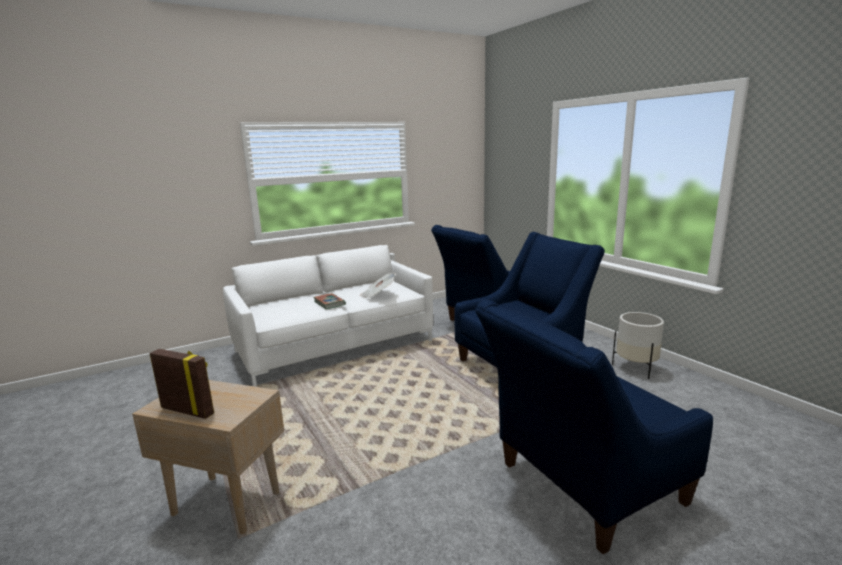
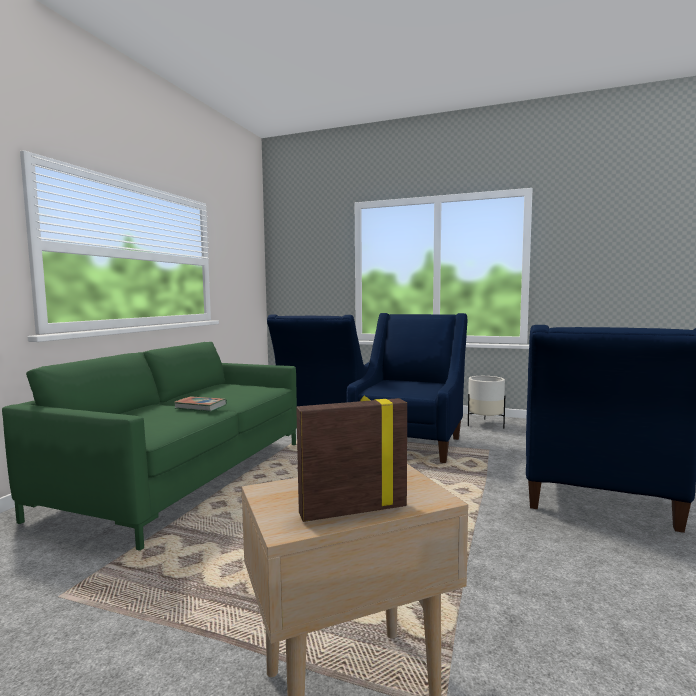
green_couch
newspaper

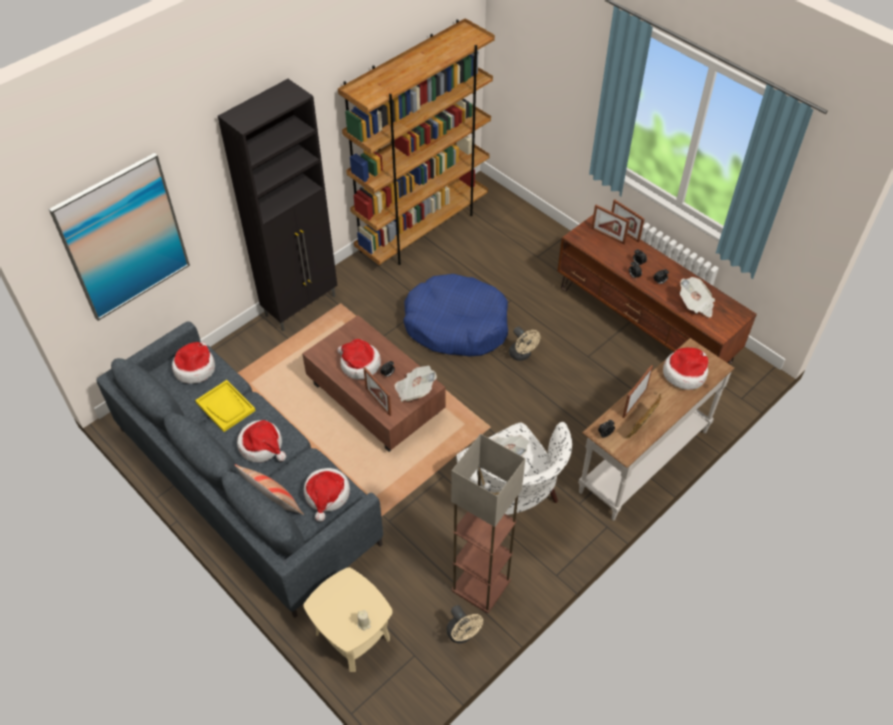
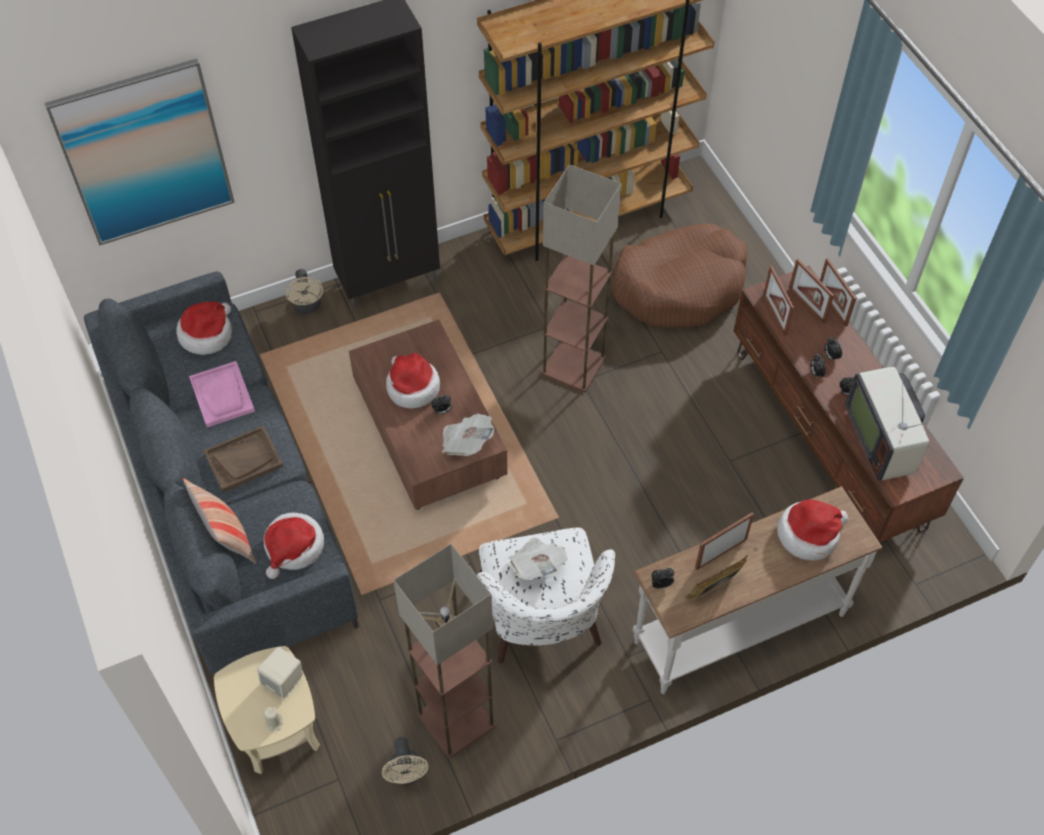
pink-coloured_carrying_tray
brownish_carrying_tray
picture_frame (3rd from left)
floor_lamp (2nd from left)
beige-coloured_cooling_fan (1st from left)
TV
beige-coloured_loudspeaker
brownish_dog_cushion

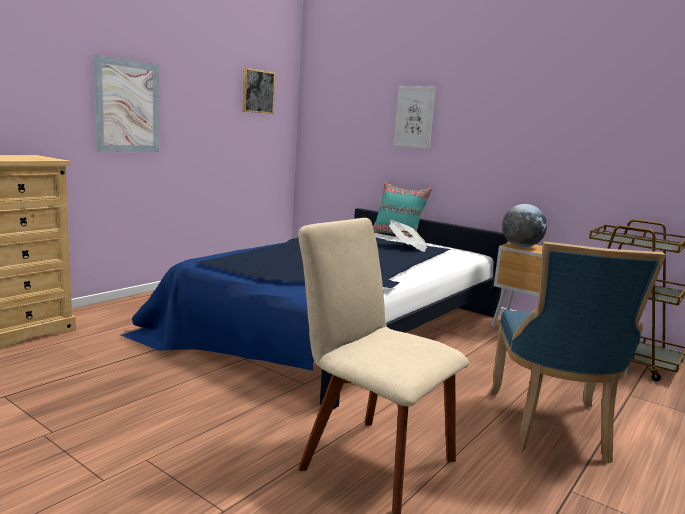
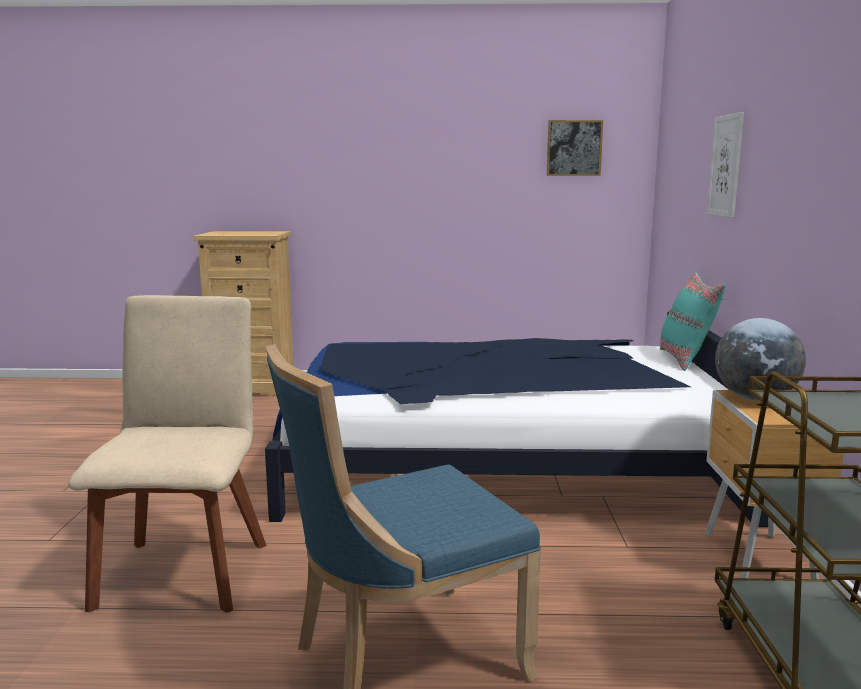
picture (1st from left in the first image)
newspaper

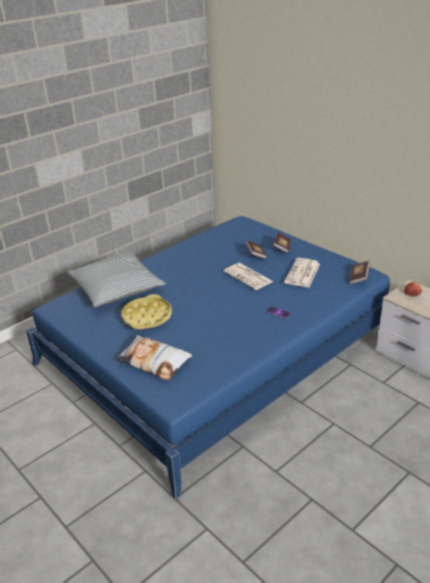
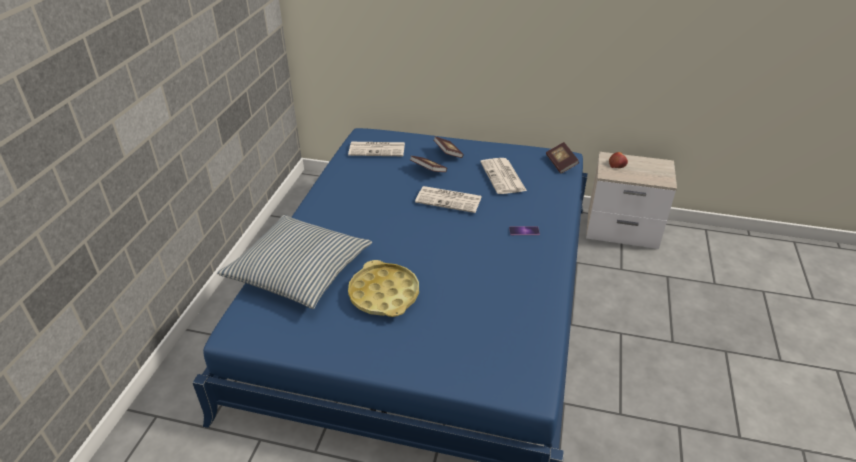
cushion (2nd from left in the first image)
newspaper (1st from left)

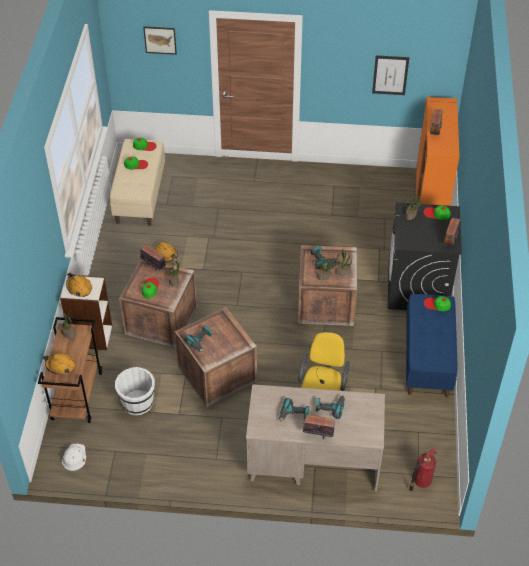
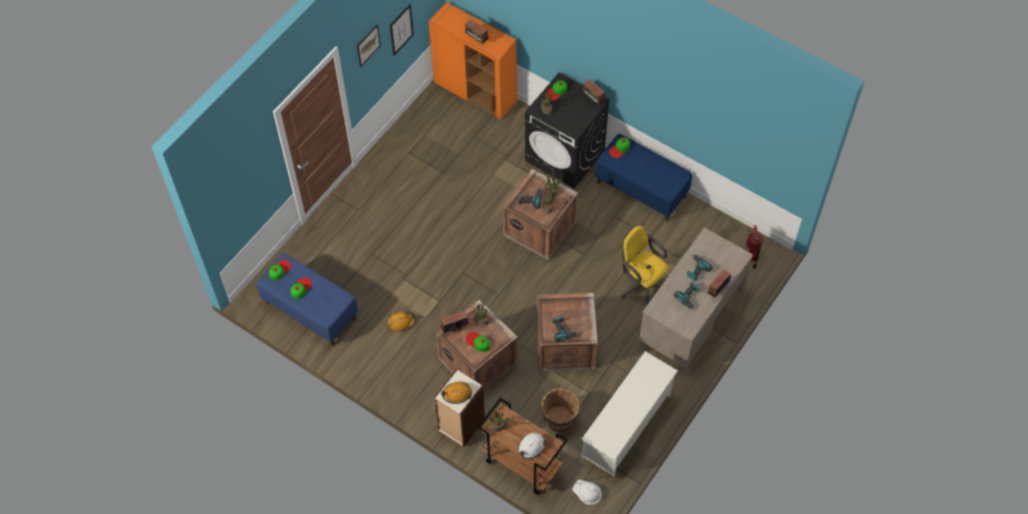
white_hard_hat (1st from left)
blue_bench (1st from left)
brownish_pail
picture (1st from left)
white_shoe_stand

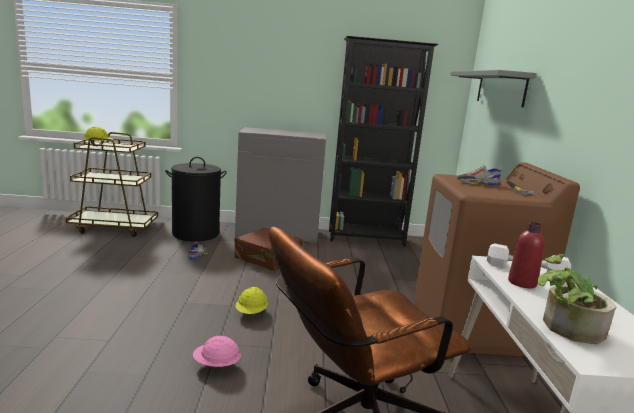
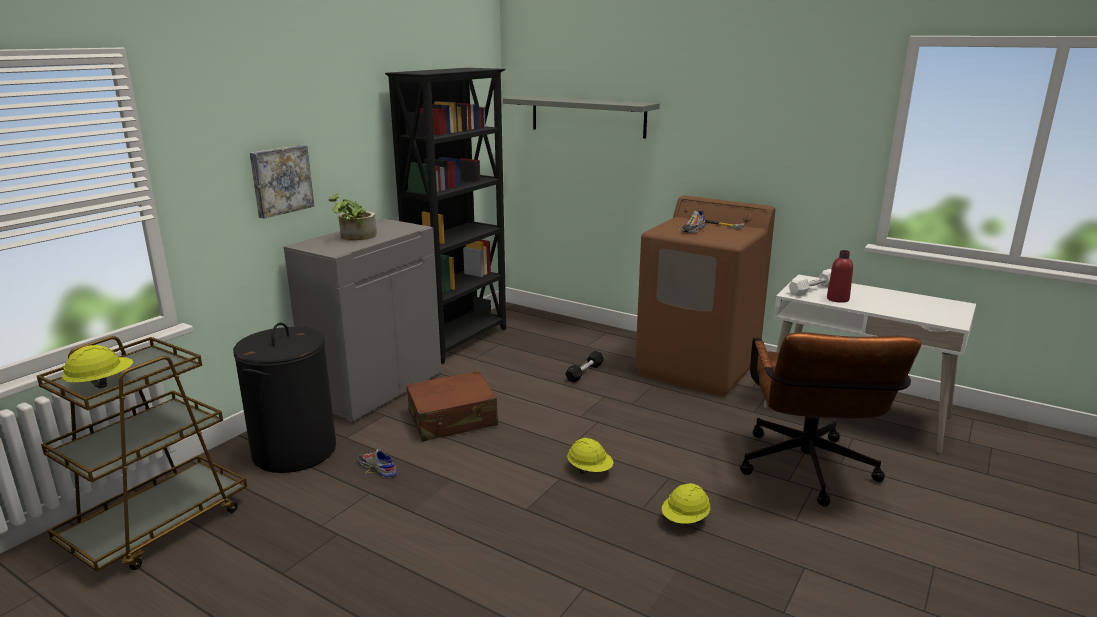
yellow-coloured_hard_hat (3rd from left)
houseplant
picture
blackish_free_weight

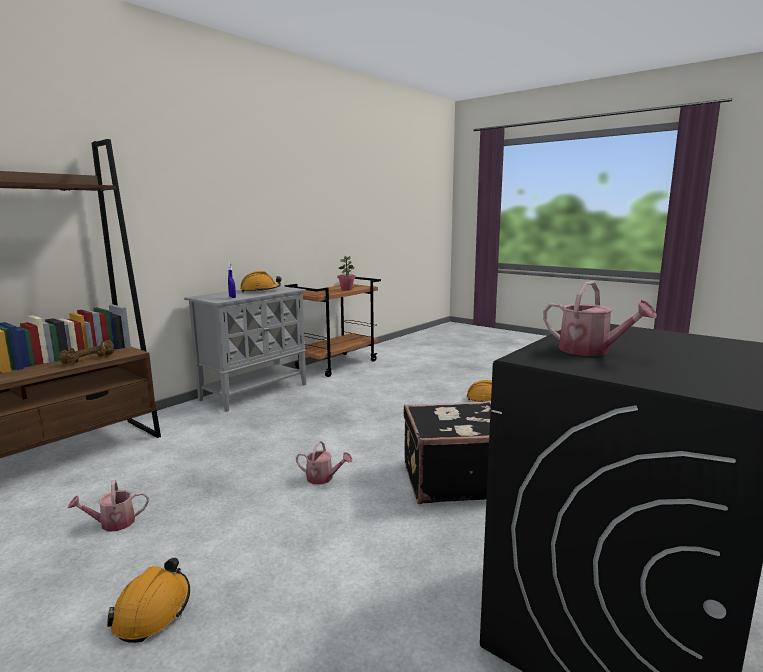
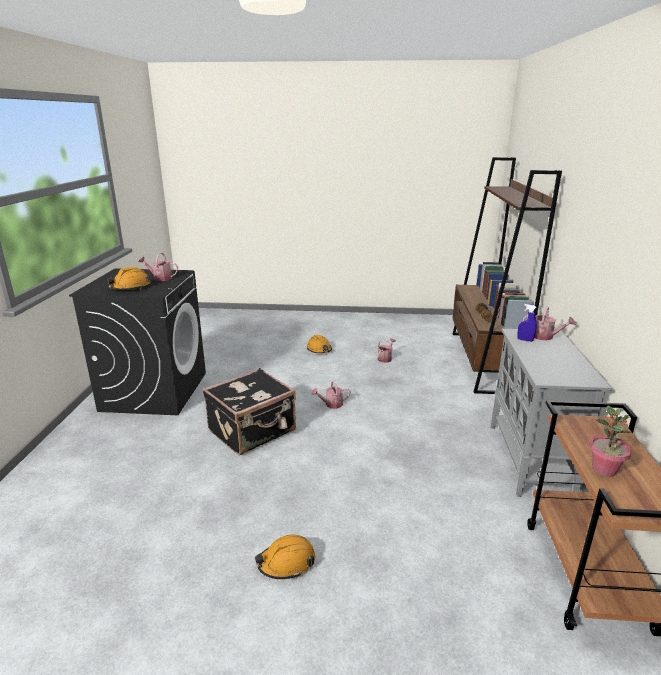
orange-coloured_hard_hat (1st from left)
watering_pot (4th from left)

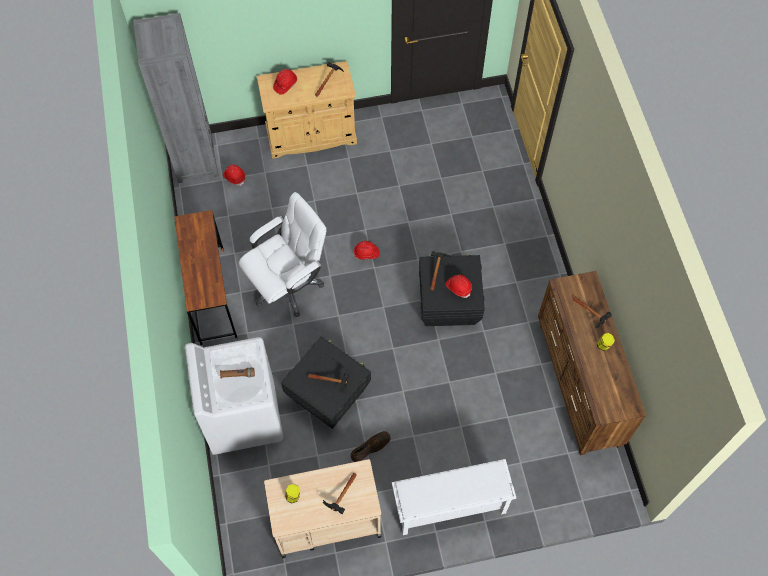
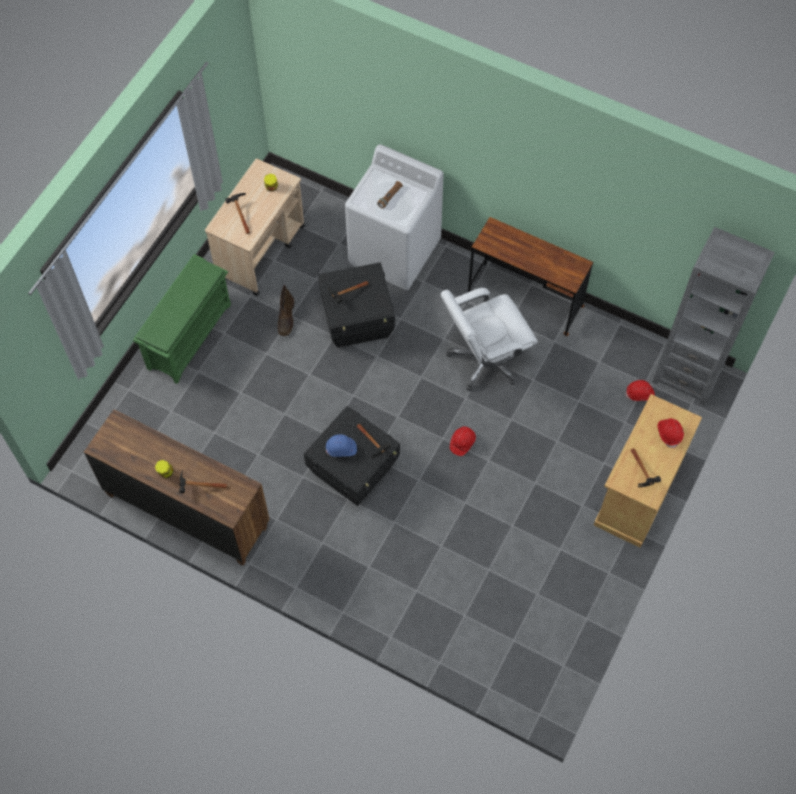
white_office_chair
green_shoe_stand
blue_hard_hat

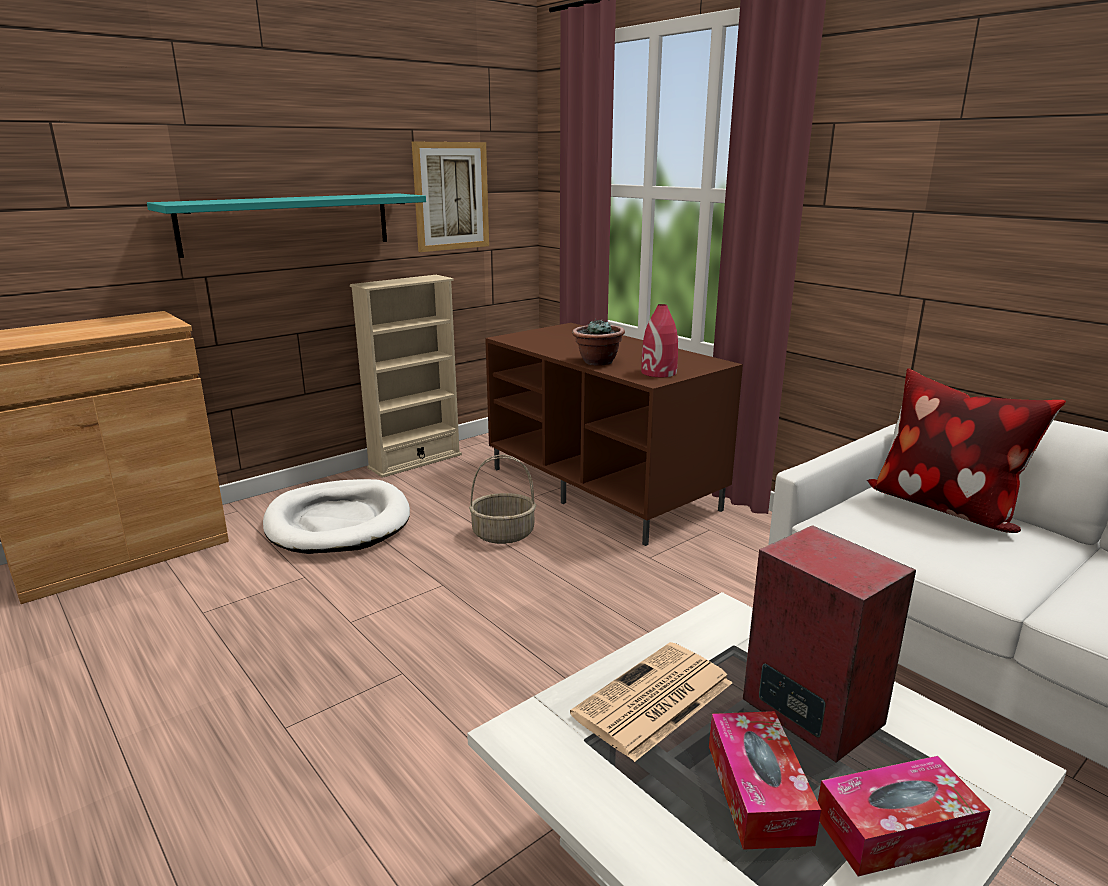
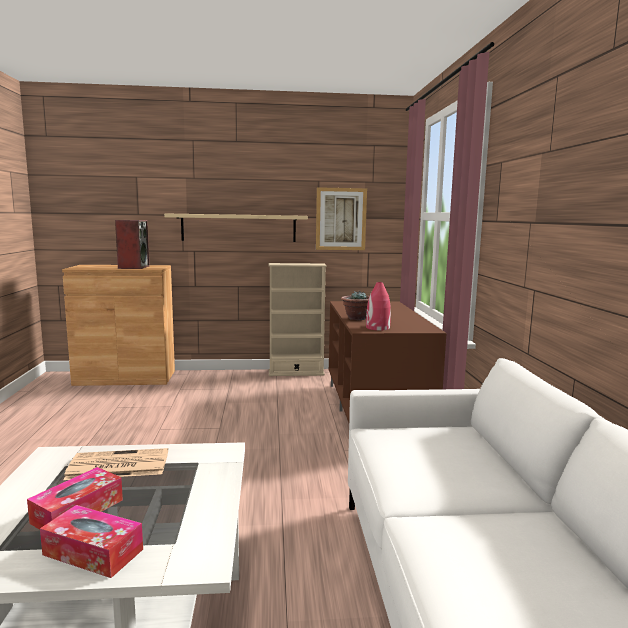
beige-coloured_shelf
white_dog_cushion
basket
loudspeaker
cushion

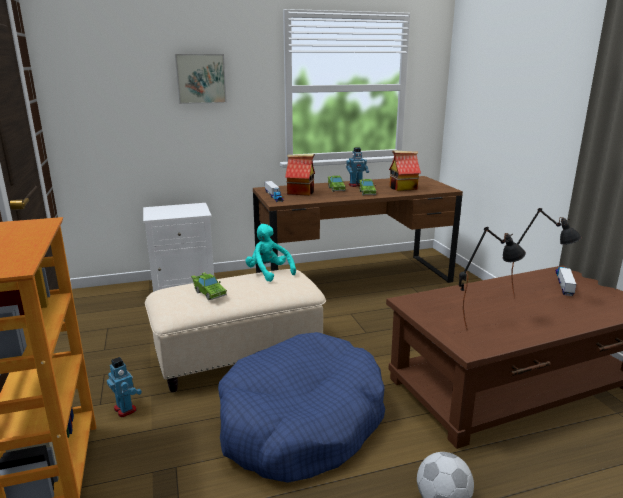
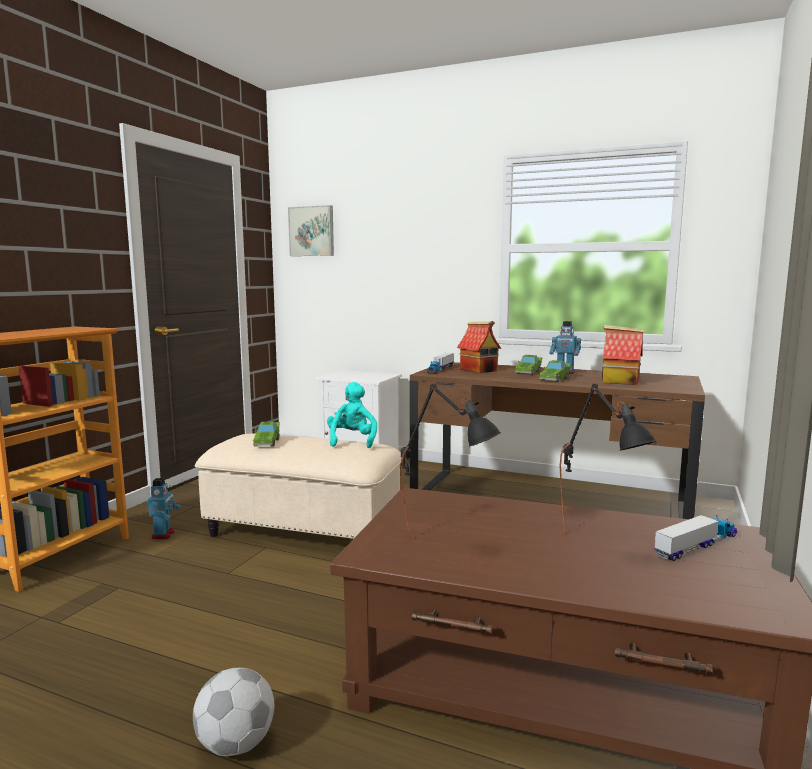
picture
blue_dog_cushion

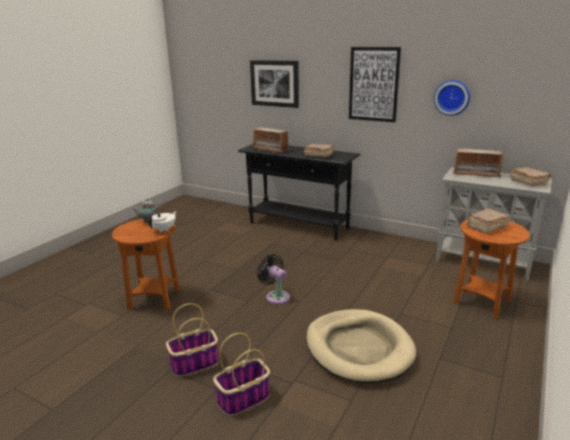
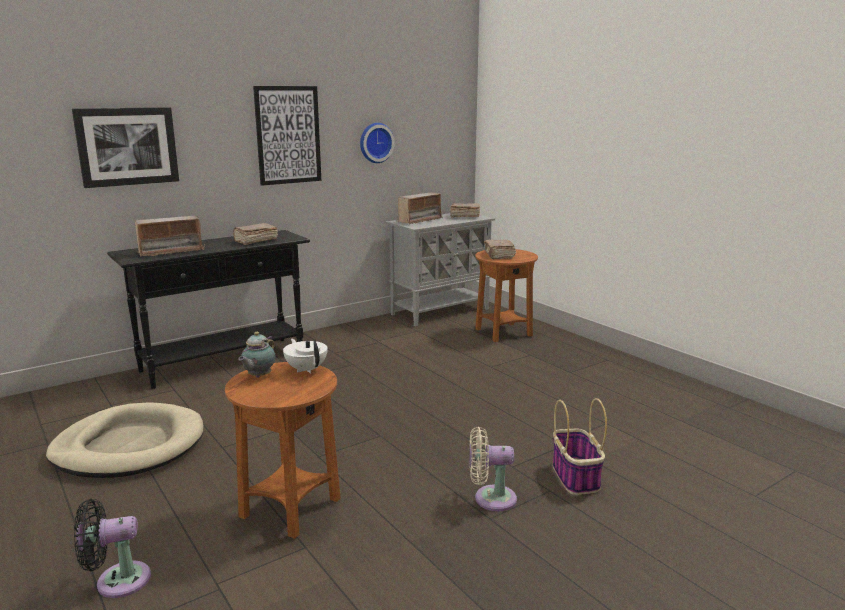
beige-coloured_cooling_fan
blackish_cooling_fan
beige-coloured_dog_cushion

